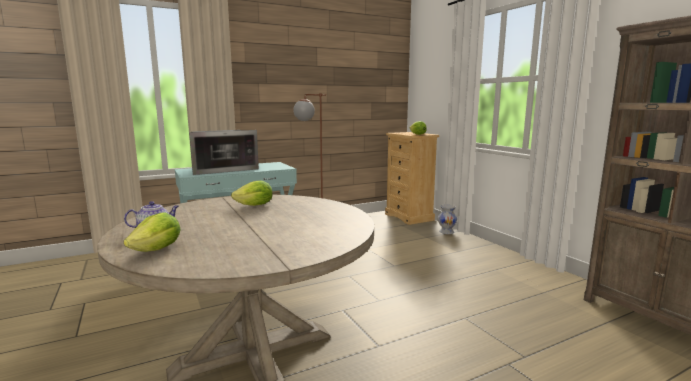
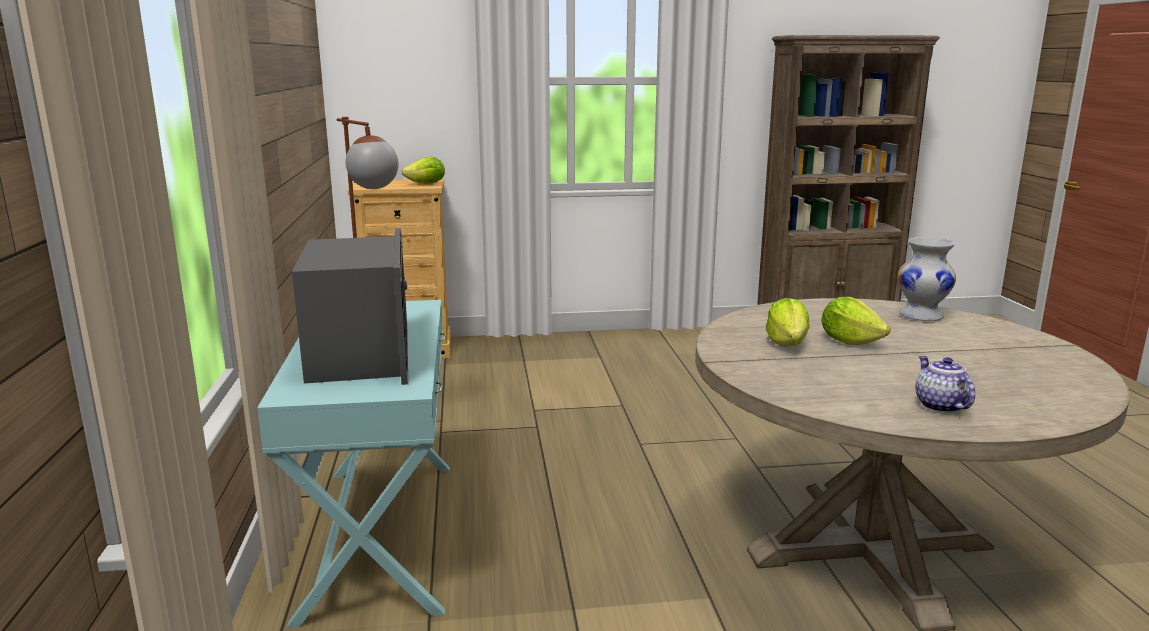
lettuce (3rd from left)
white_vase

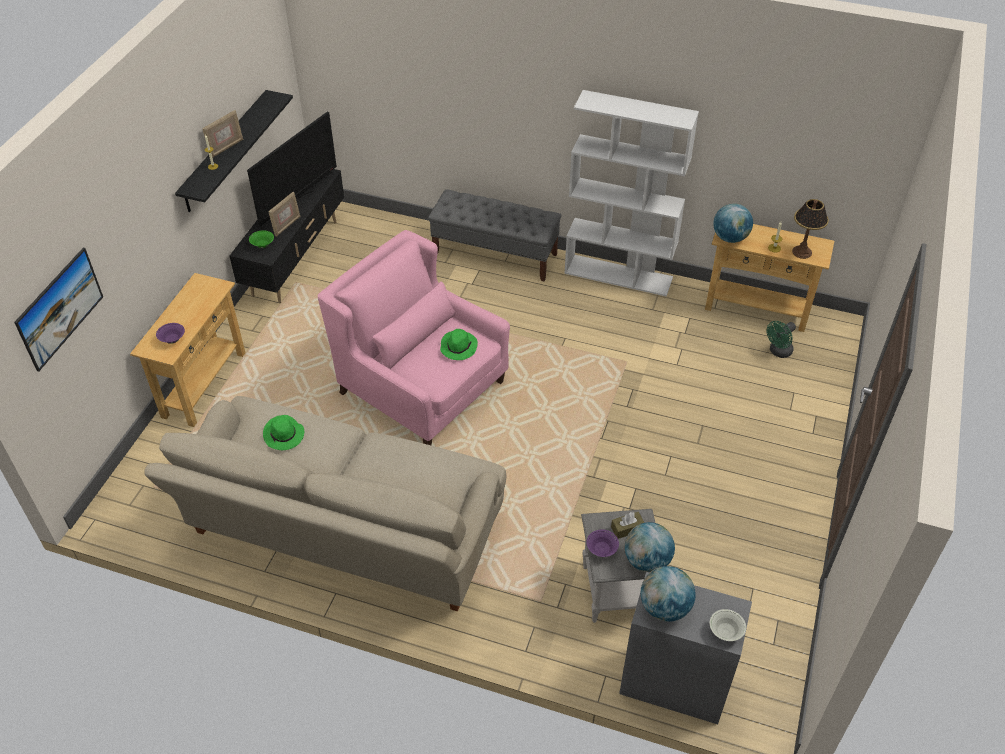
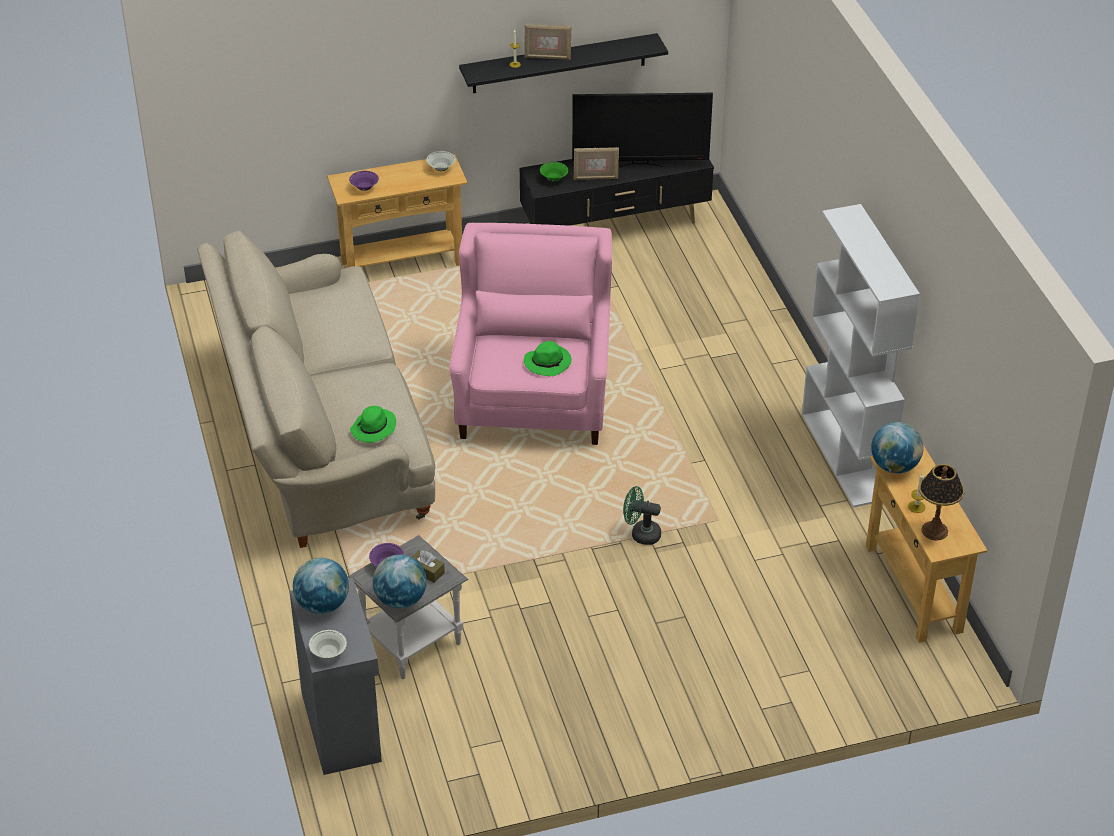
picture
green_hat (1st from left)
gray_bench
green_cooling_fan
white_bowl (2nd from left)

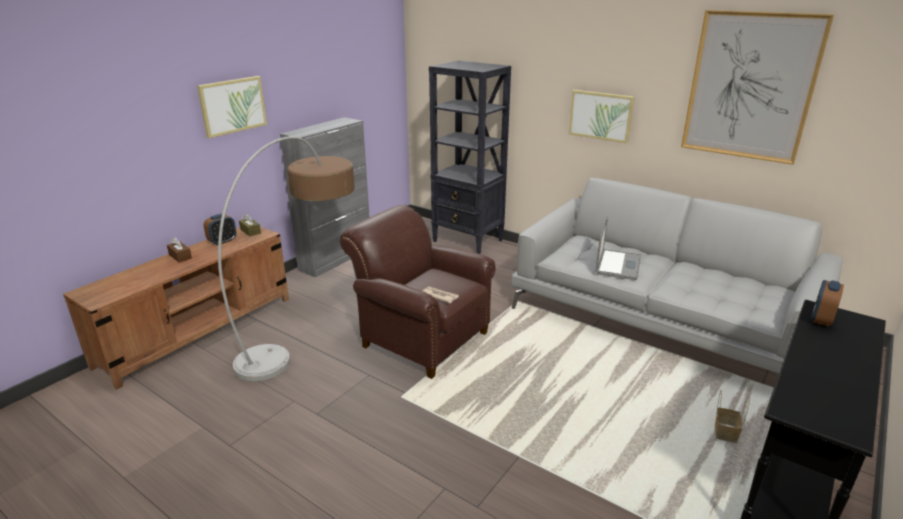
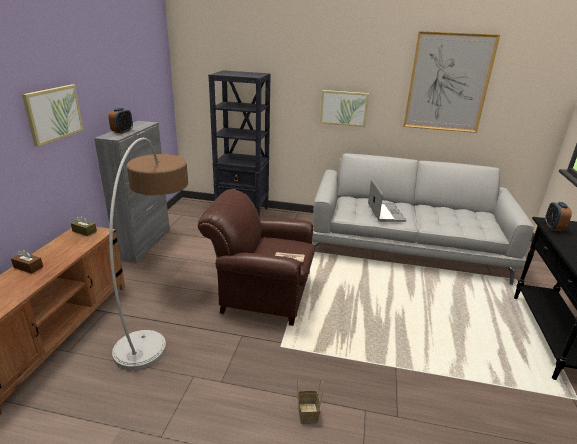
table_clock (1st from left)
basket

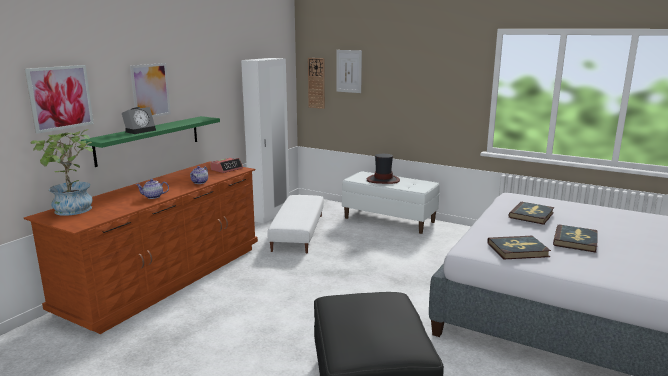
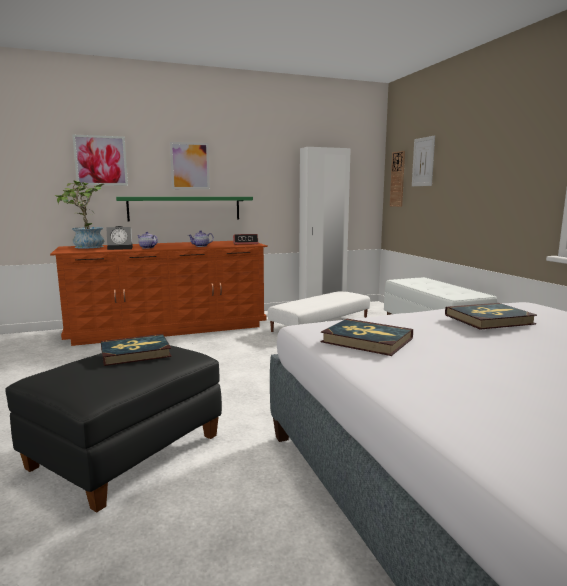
table_clock (1st from left)
hat
bound_book (1st from left)

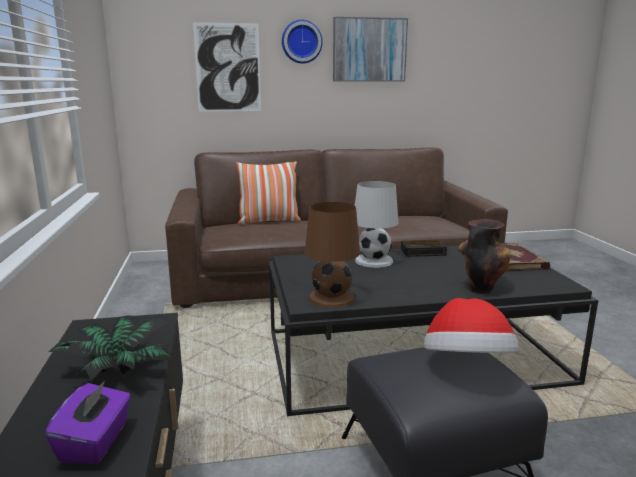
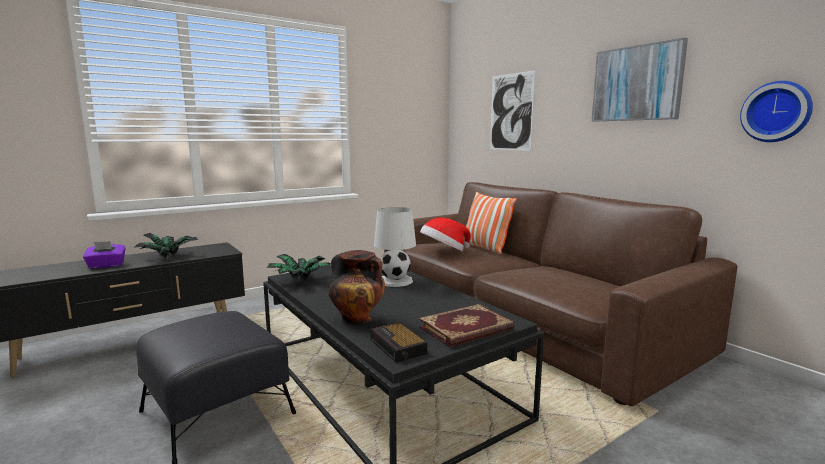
hanging_clock
houseplant (2nd from left)
table_clock
hat

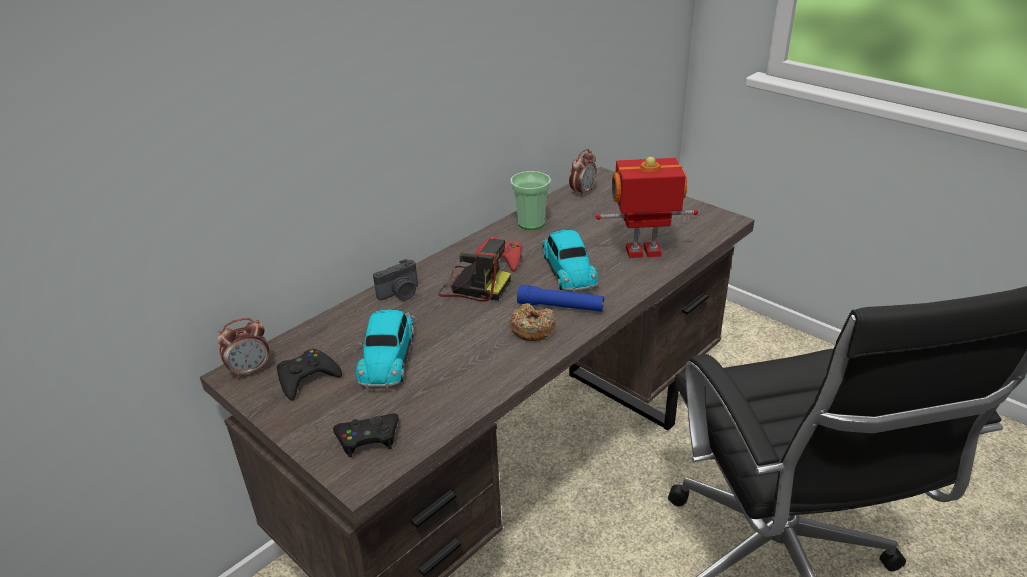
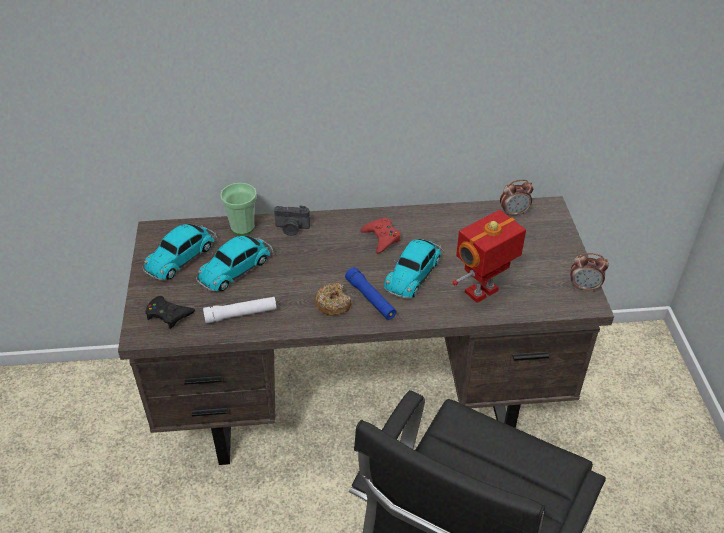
table_clock (2nd from left)
miniature_car (1st from left)
still_camera (2nd from left in the first image)
small_cup
robot_figure
white_torch

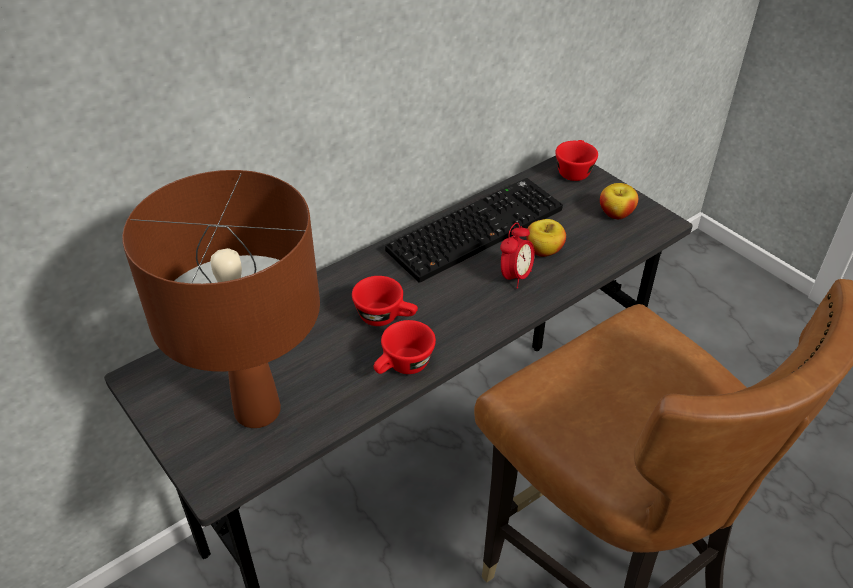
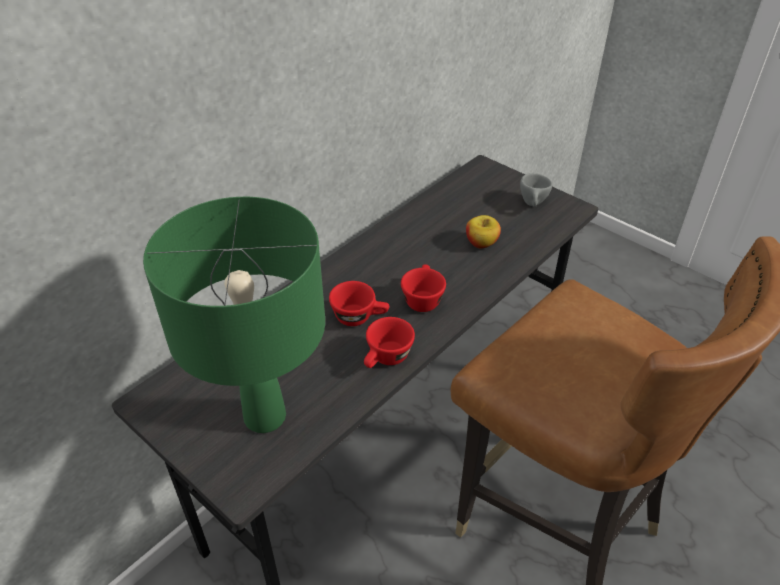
green_tabletop_lamp
keyboard
table_clock
red_small_cup (3rd from left)
gray_small_cup

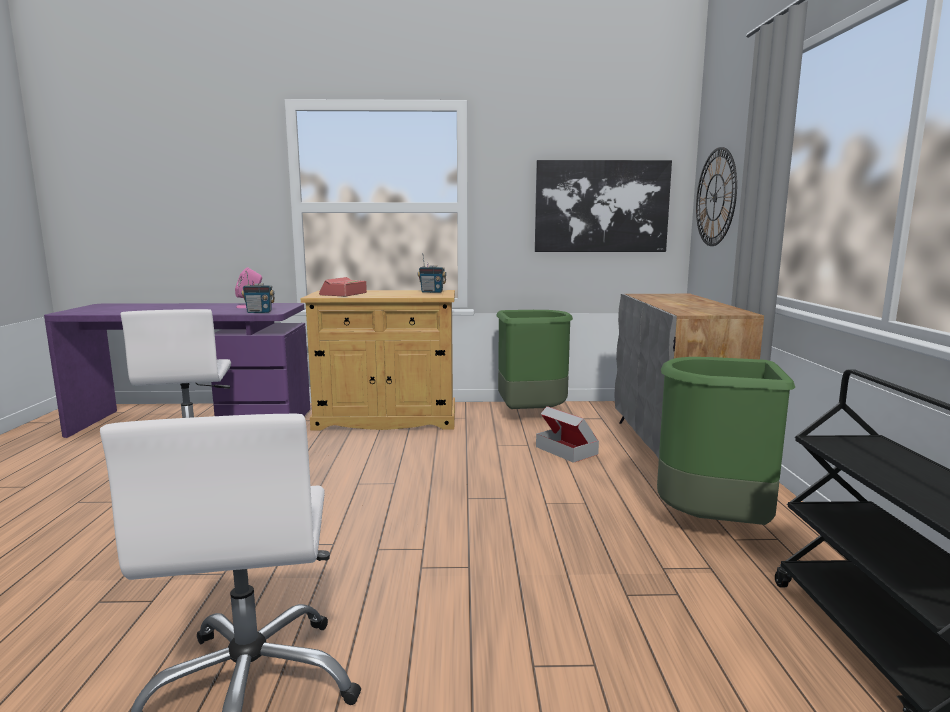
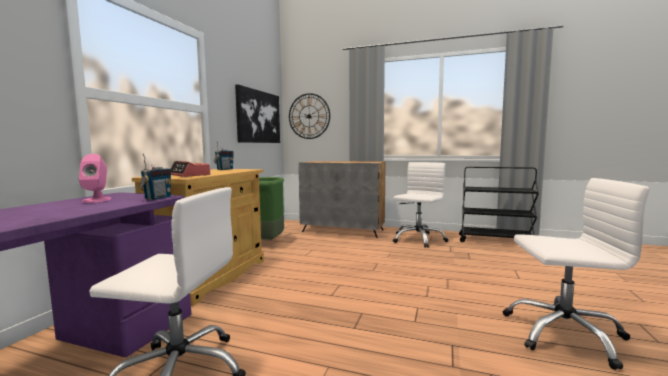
cardboard_box
white_office_chair (2nd from left)

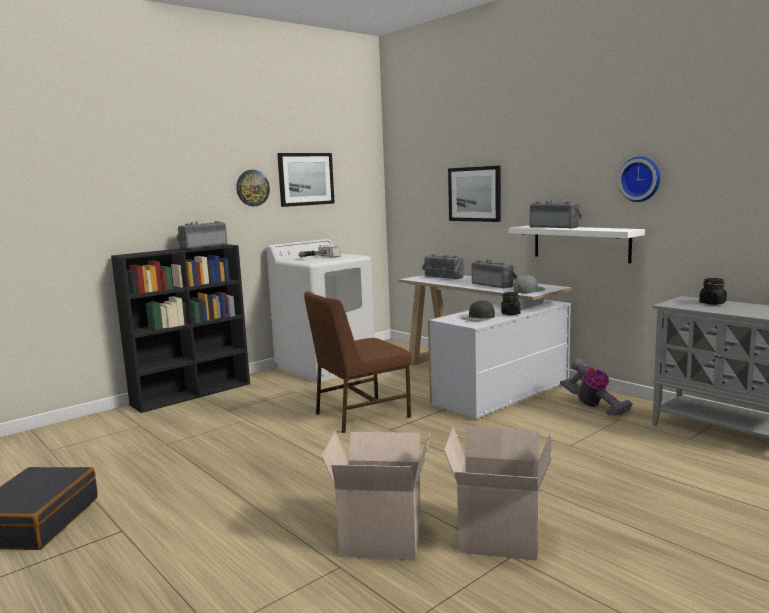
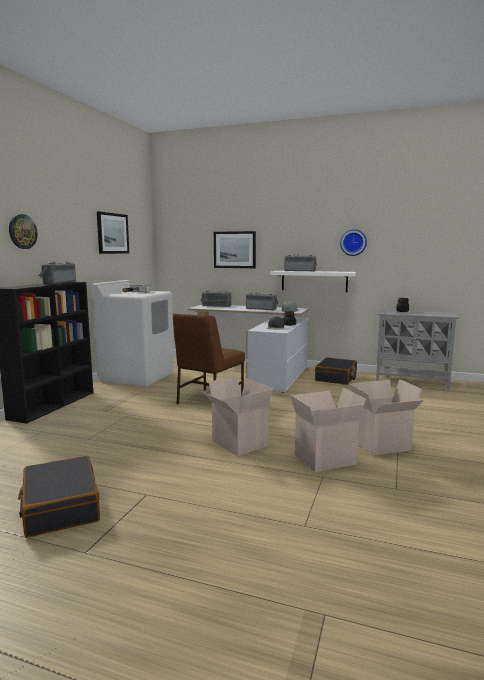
hanging_clock (1st from left)
blackish_piece_of_luggage (2nd from left)
cardboard_box (1st from left)

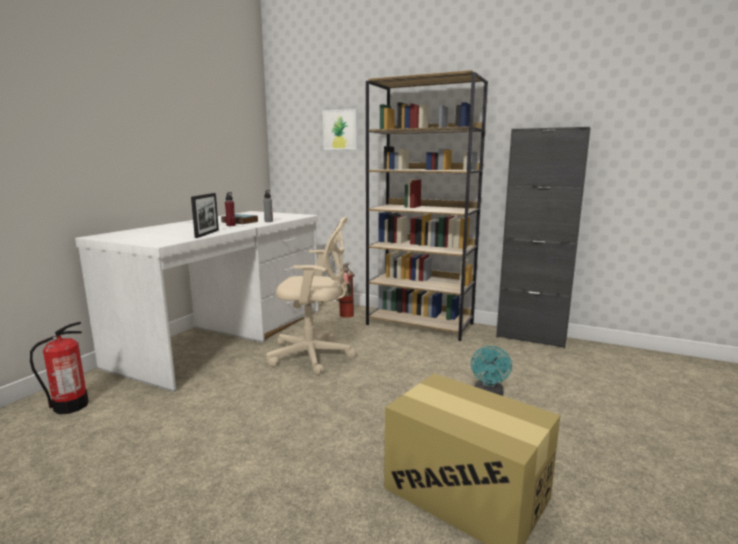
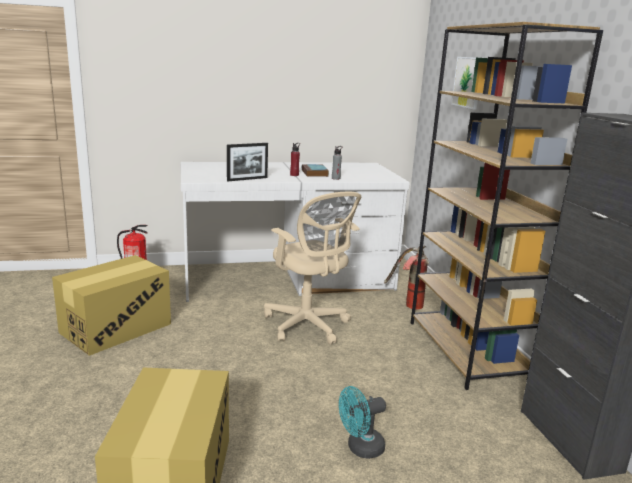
cardboard_box (1st from left)

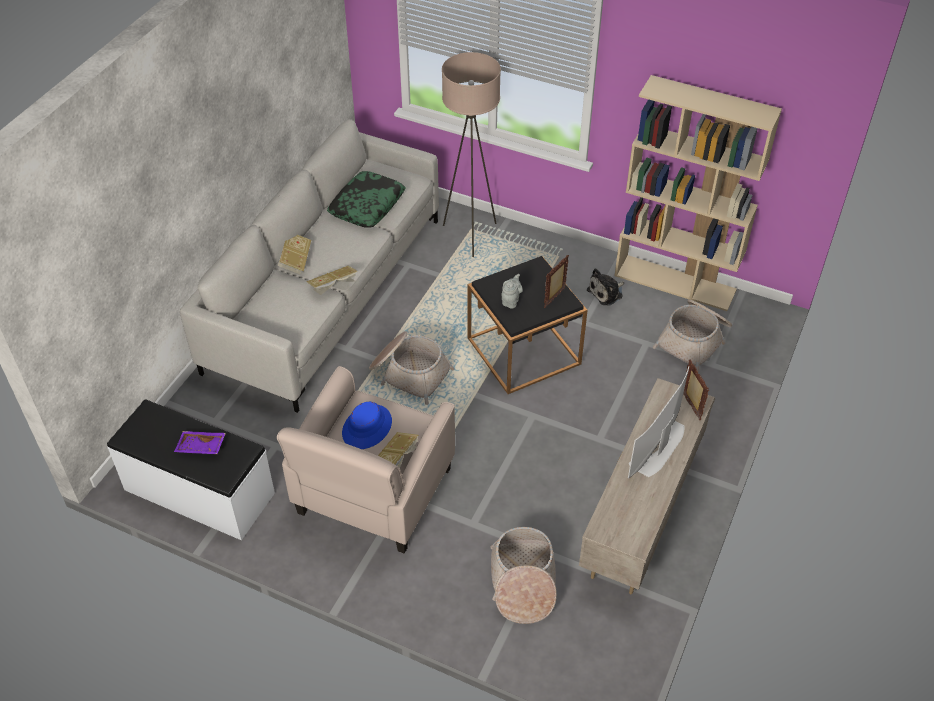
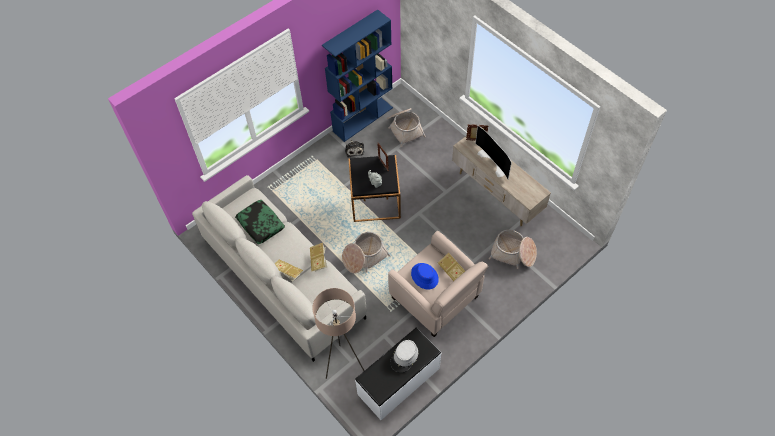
gray_hat
beige-coloured_floor_lamp
blue_bookcase

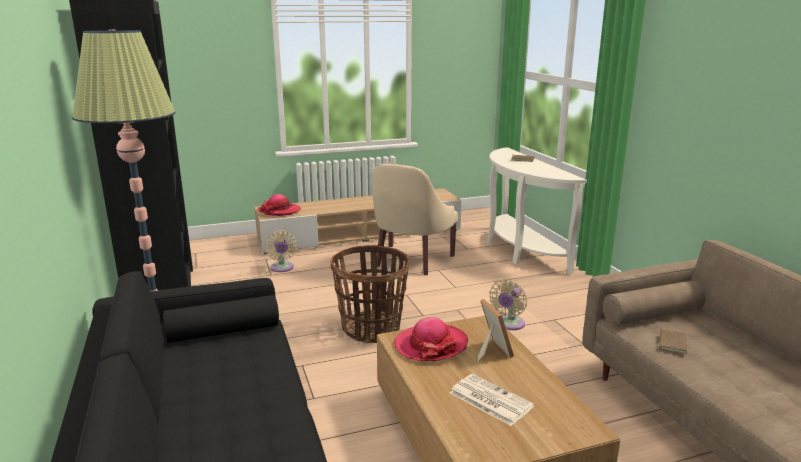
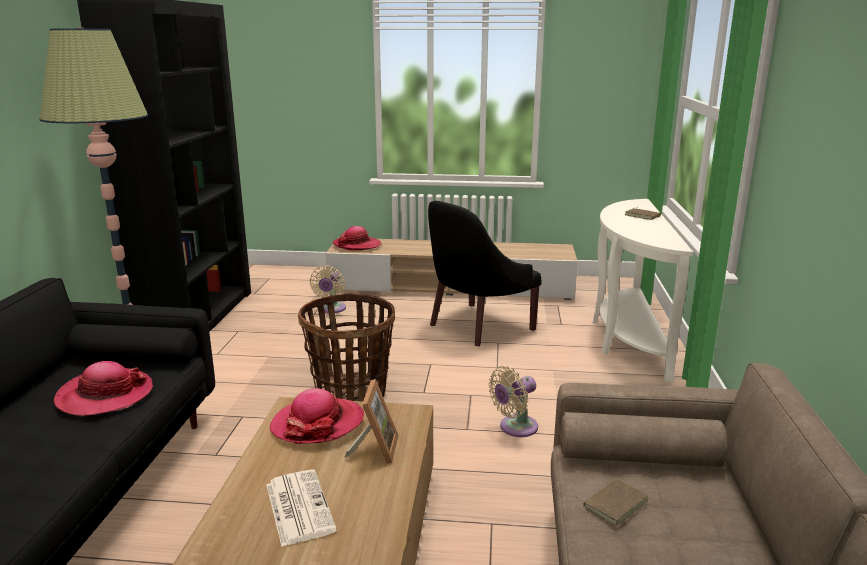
blackish_easy_chair
hat (1st from left)

